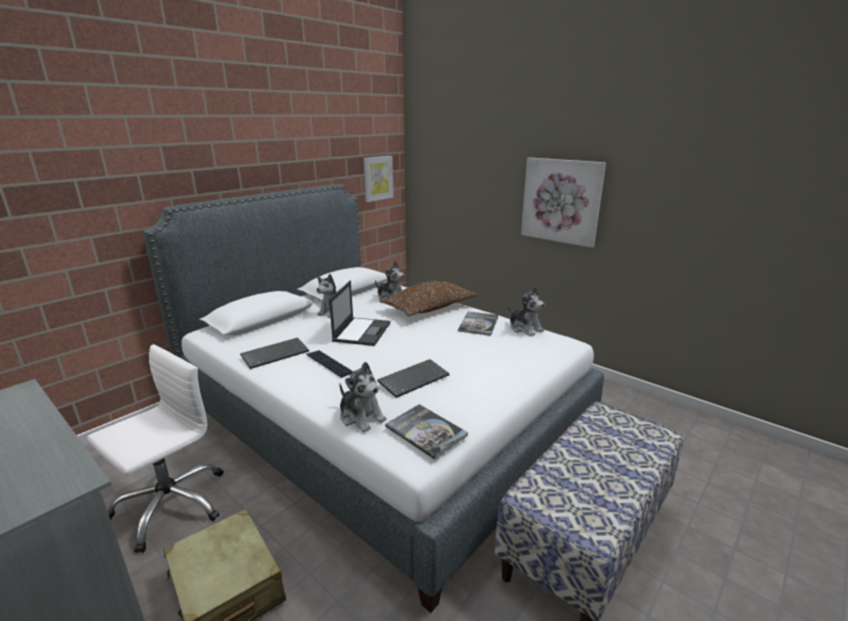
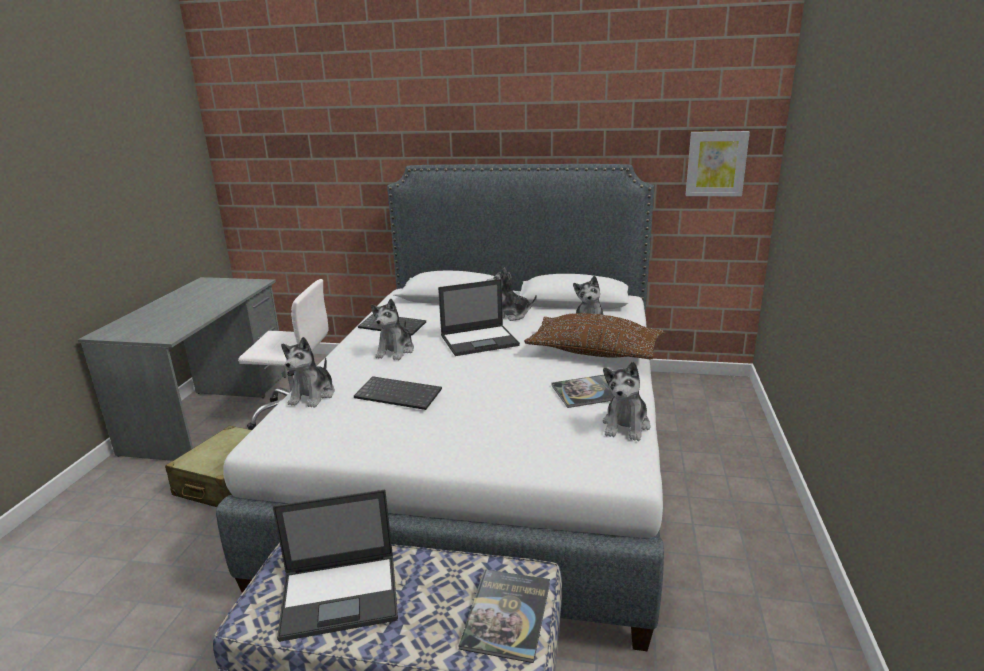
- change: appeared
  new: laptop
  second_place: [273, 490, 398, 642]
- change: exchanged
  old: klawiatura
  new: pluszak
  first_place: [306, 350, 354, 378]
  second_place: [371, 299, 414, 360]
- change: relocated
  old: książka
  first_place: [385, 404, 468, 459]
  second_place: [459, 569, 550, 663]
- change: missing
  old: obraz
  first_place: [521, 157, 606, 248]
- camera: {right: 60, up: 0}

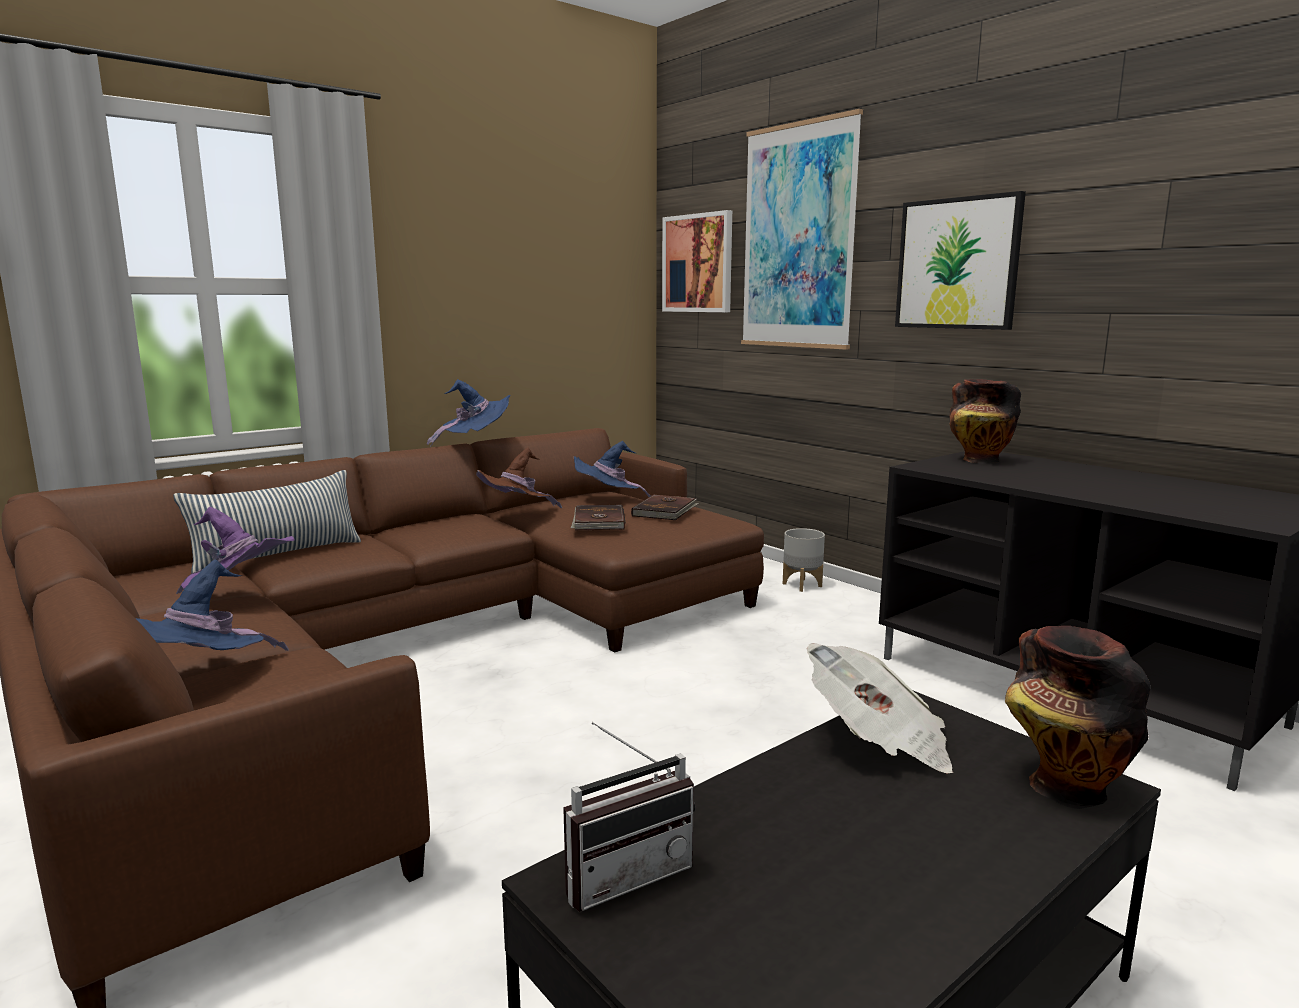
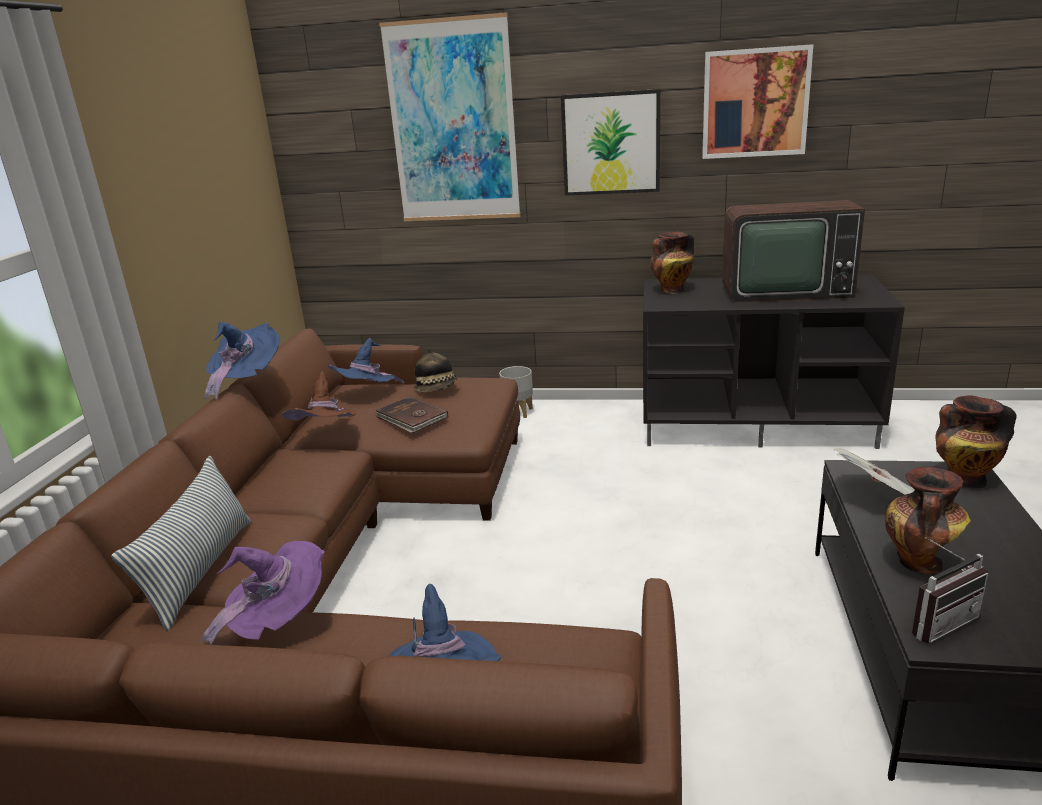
- change: exchanged
  old: książka/brązowy
  new: kapelusz
  first_place: [631, 494, 699, 520]
  second_place: [414, 348, 458, 392]
- change: relocated
  old: obraz
  first_place: [662, 210, 732, 312]
  second_place: [702, 44, 814, 159]
- change: appeared
  new: telewizor
  second_place: [722, 200, 865, 302]
- change: appeared
  new: wazon
  second_place: [885, 466, 971, 575]
- change: spun
  old: radio
  first_place: [563, 722, 695, 912]
  second_place: [912, 537, 988, 643]
  degrees: 45
- camera: {right: -40, up: 10}

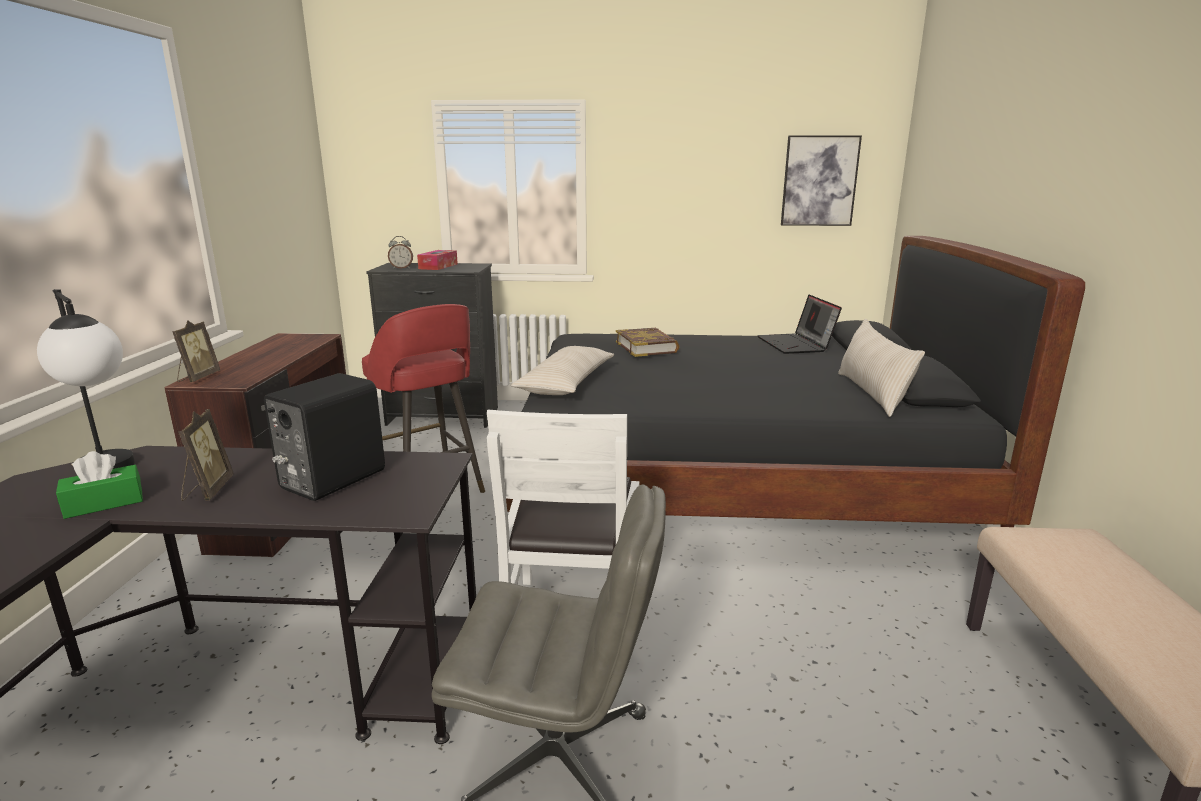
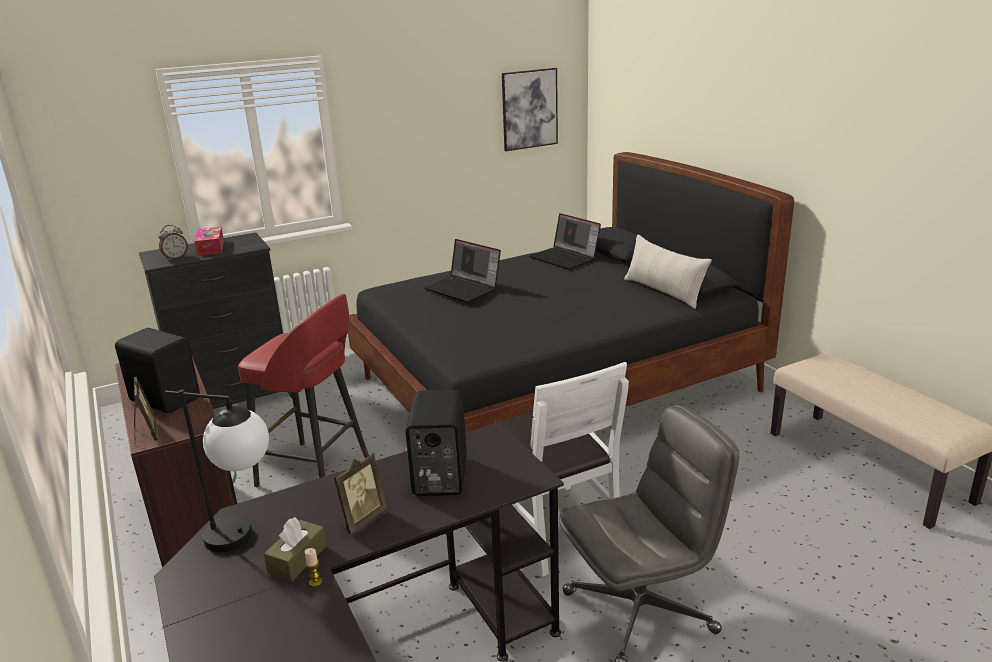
- change: appeared
  new: głośnik/czarny
  second_place: [115, 328, 200, 413]
- change: colour
  old: pudełko chusteczek/zielony
  new: pudełko chusteczek/brązowy
  first_place: [56, 451, 143, 519]
  second_place: [264, 517, 327, 582]
- change: appeared
  new: świeca
  second_place: [305, 548, 322, 587]
- change: spun
  old: ramka na zdjęcie
  first_place: [178, 409, 234, 501]
  second_place: [334, 453, 387, 535]
  degrees: 75
- change: exchanged
  old: książka
  new: laptop
  first_place: [616, 328, 679, 357]
  second_place: [424, 239, 501, 302]
- change: missing
  old: poduszka/beżowy
  first_place: [511, 346, 614, 395]
- camera: {right: -30, up: 5}

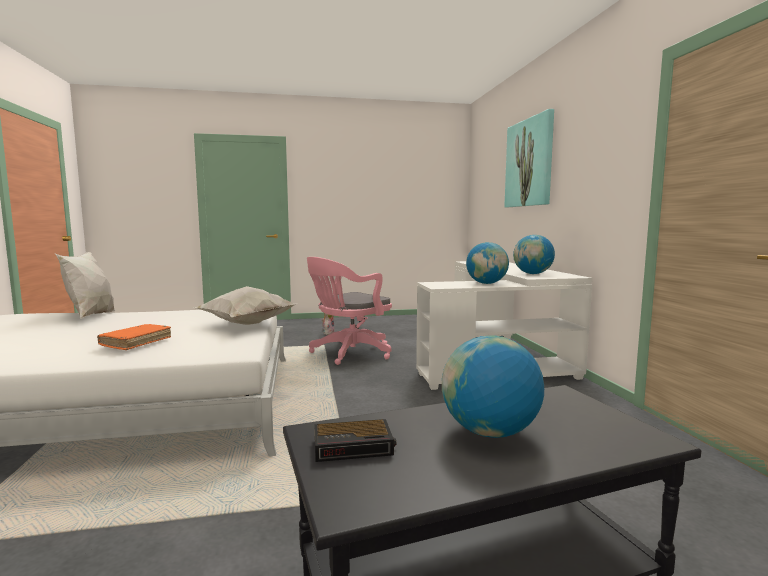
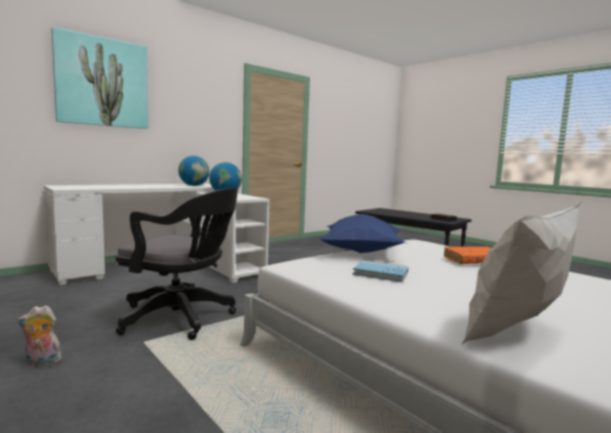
- change: colour
  old: krzesło biurowe/różowy
  new: krzesło biurowe/czarny
  first_place: [307, 257, 392, 365]
  second_place: [115, 188, 238, 340]
- change: colour
  old: poduszka/biały
  new: poduszka/niebieski
  first_place: [195, 286, 296, 325]
  second_place: [319, 214, 406, 253]
- change: appeared
  new: książka/niebieski
  second_place: [353, 260, 409, 282]
- change: missing
  old: globus
  first_place: [442, 335, 544, 438]
- camera: {right: -120, up: 0}

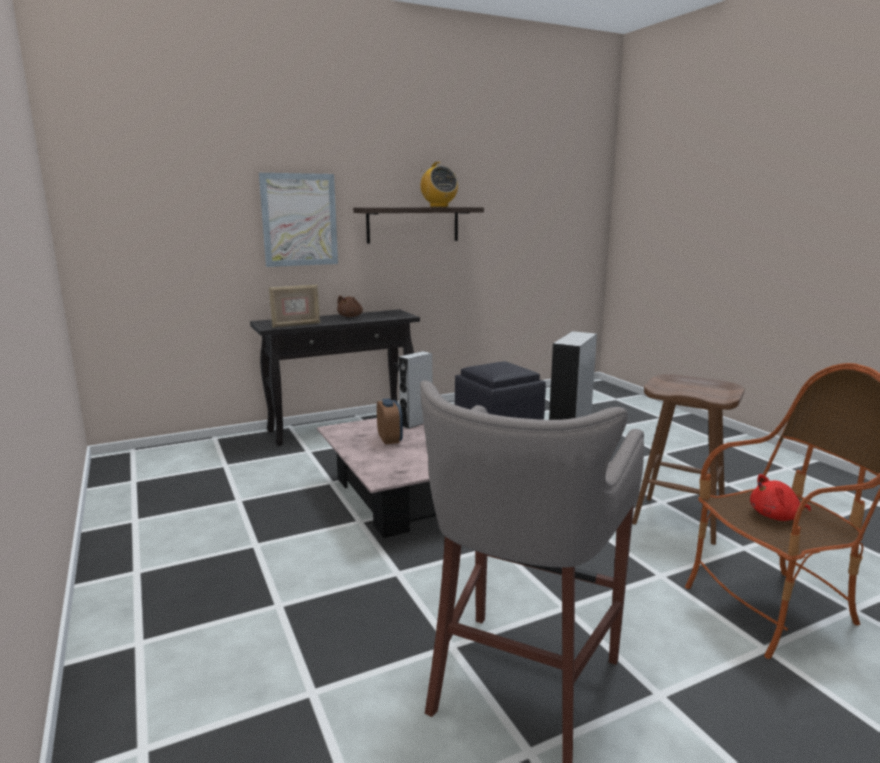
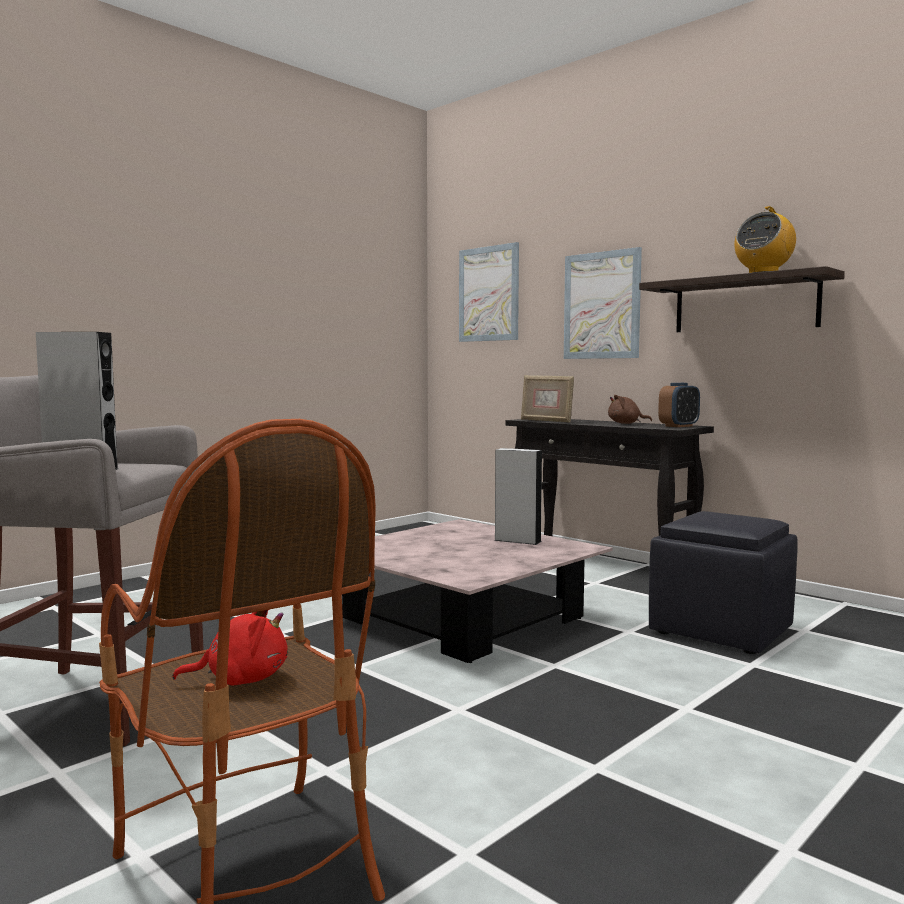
- change: spun
  old: pluszak/czerwony
  first_place: [750, 474, 811, 521]
  second_place: [172, 610, 288, 685]
  degrees: 105
- change: appeared
  new: obraz
  second_place: [459, 242, 519, 342]
- change: relocated
  old: budzik
  first_place: [377, 398, 403, 445]
  second_place: [658, 383, 700, 427]
- change: missing
  old: stołek/brązowy
  first_place: [632, 374, 745, 545]
- camera: {right: 70, up: -10}

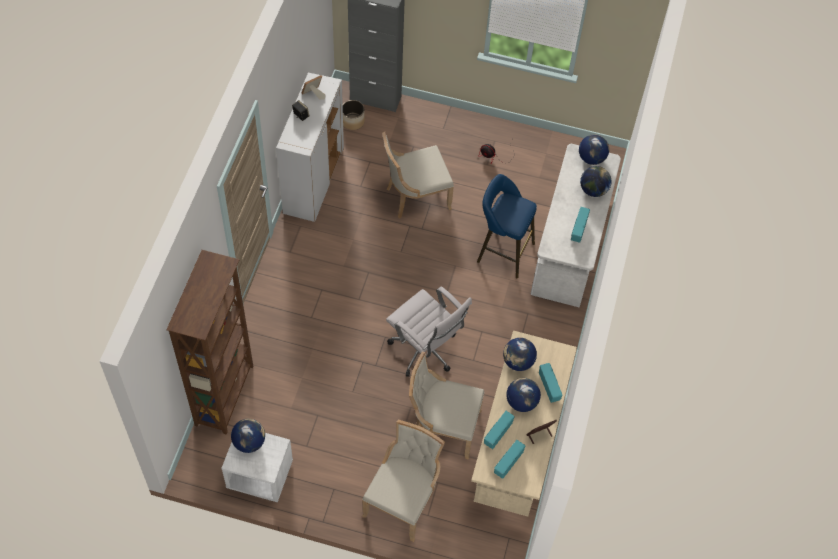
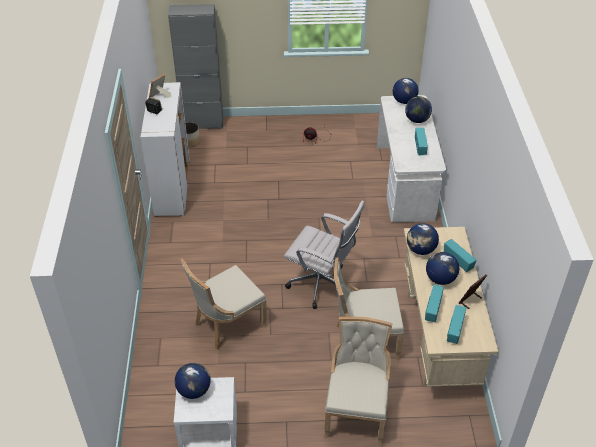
- change: relocated
  old: krzesło/beżowy
  first_place: [383, 132, 454, 218]
  second_place: [180, 258, 268, 350]
- change: missing
  old: regał/brązowy
  first_place: [166, 250, 253, 435]
- change: missing
  old: stołek/niebieski
  first_place: [477, 174, 537, 278]
- camera: {right: -15, up: -15}

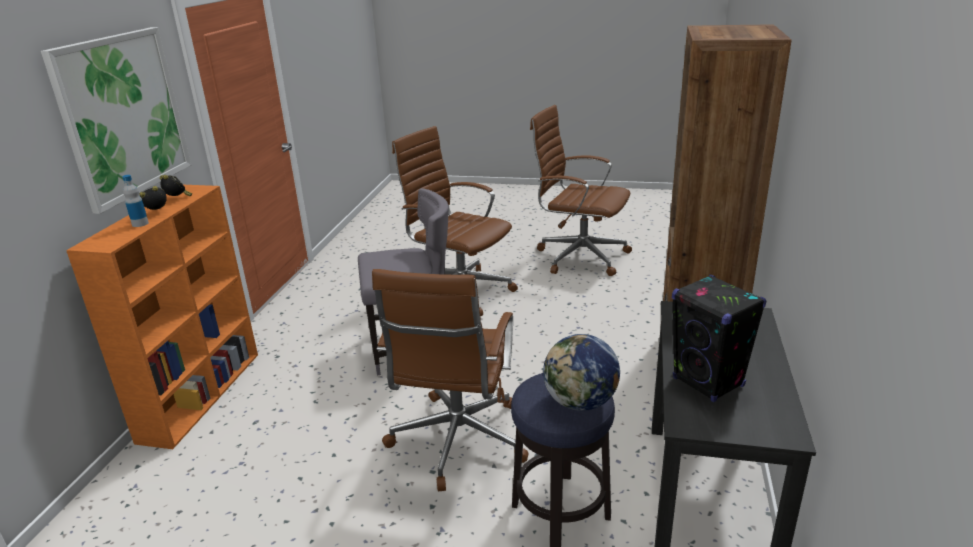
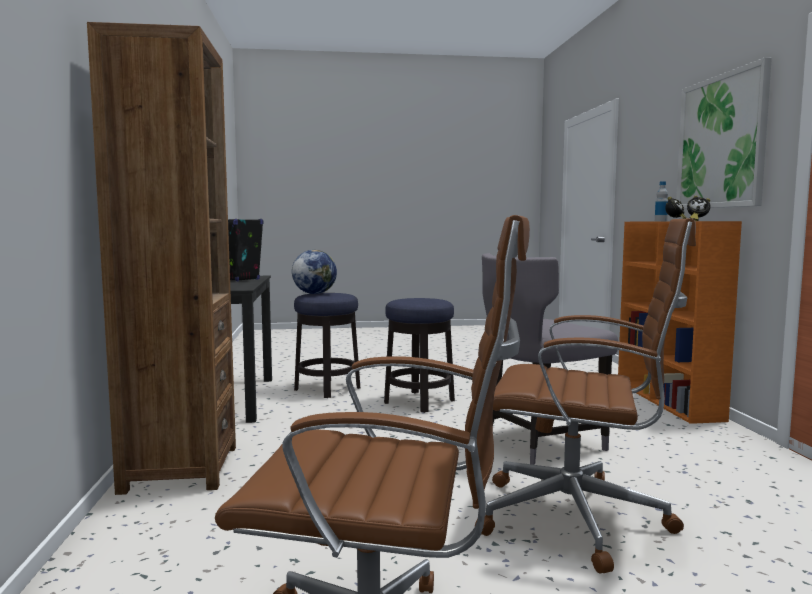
- change: exchanged
  old: krzesło biurowe/brązowy
  new: stołek
  first_place: [372, 269, 529, 491]
  second_place: [384, 298, 455, 413]
- camera: {right: 160, up: -20}

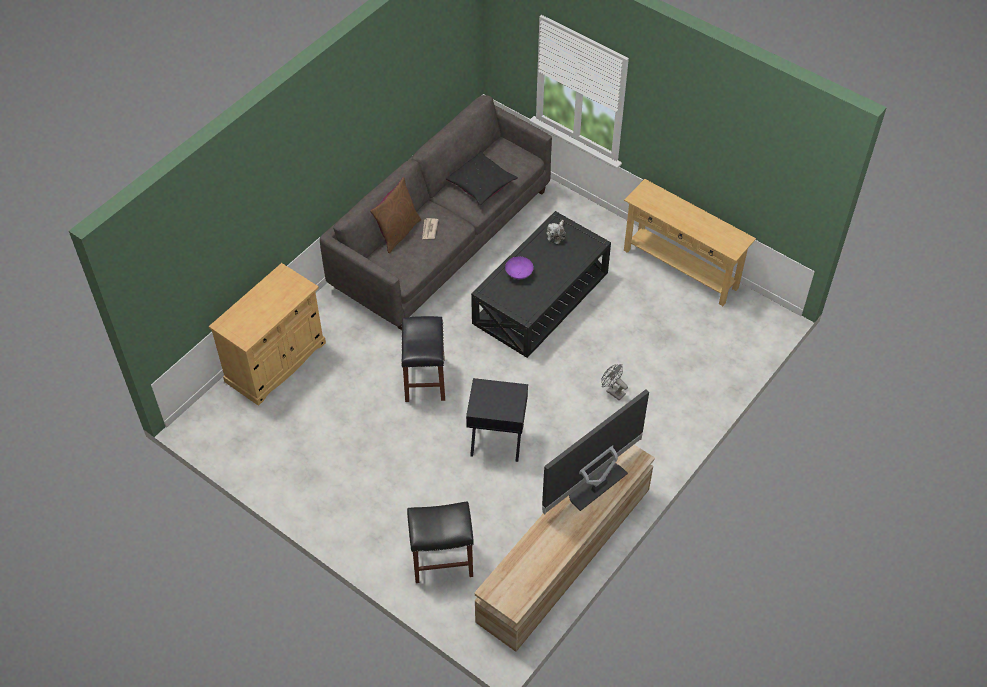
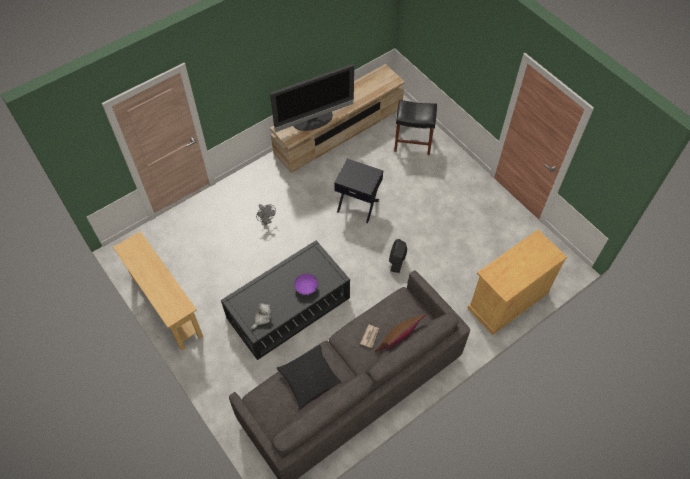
- change: exchanged
  old: stołek/czarny
  new: wentylator/czarny
  first_place: [402, 316, 445, 402]
  second_place: [389, 239, 407, 273]
- camera: {right: -165, up: 5}

